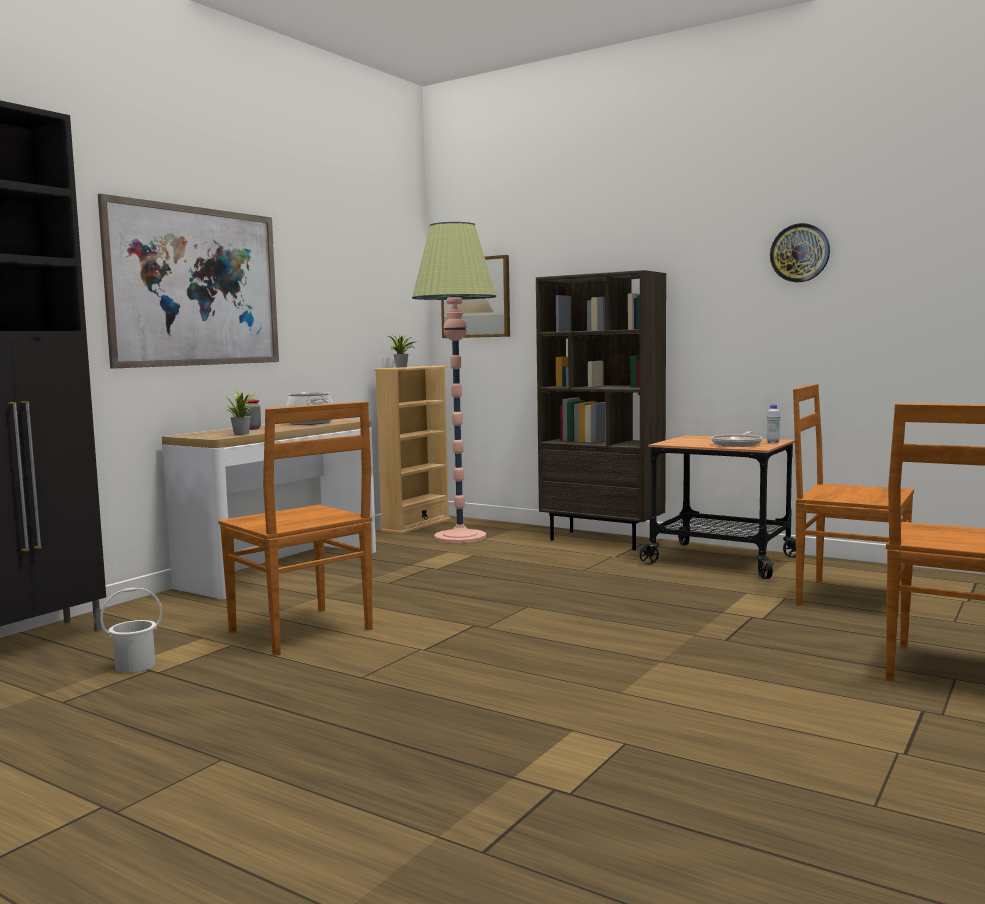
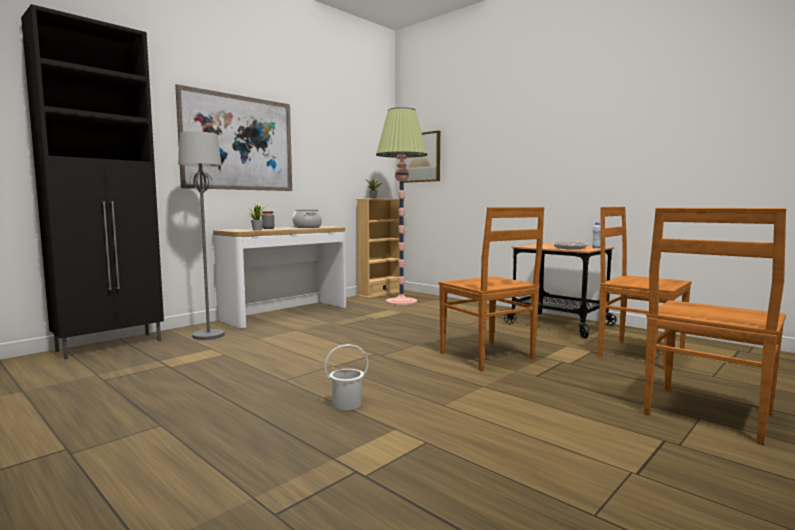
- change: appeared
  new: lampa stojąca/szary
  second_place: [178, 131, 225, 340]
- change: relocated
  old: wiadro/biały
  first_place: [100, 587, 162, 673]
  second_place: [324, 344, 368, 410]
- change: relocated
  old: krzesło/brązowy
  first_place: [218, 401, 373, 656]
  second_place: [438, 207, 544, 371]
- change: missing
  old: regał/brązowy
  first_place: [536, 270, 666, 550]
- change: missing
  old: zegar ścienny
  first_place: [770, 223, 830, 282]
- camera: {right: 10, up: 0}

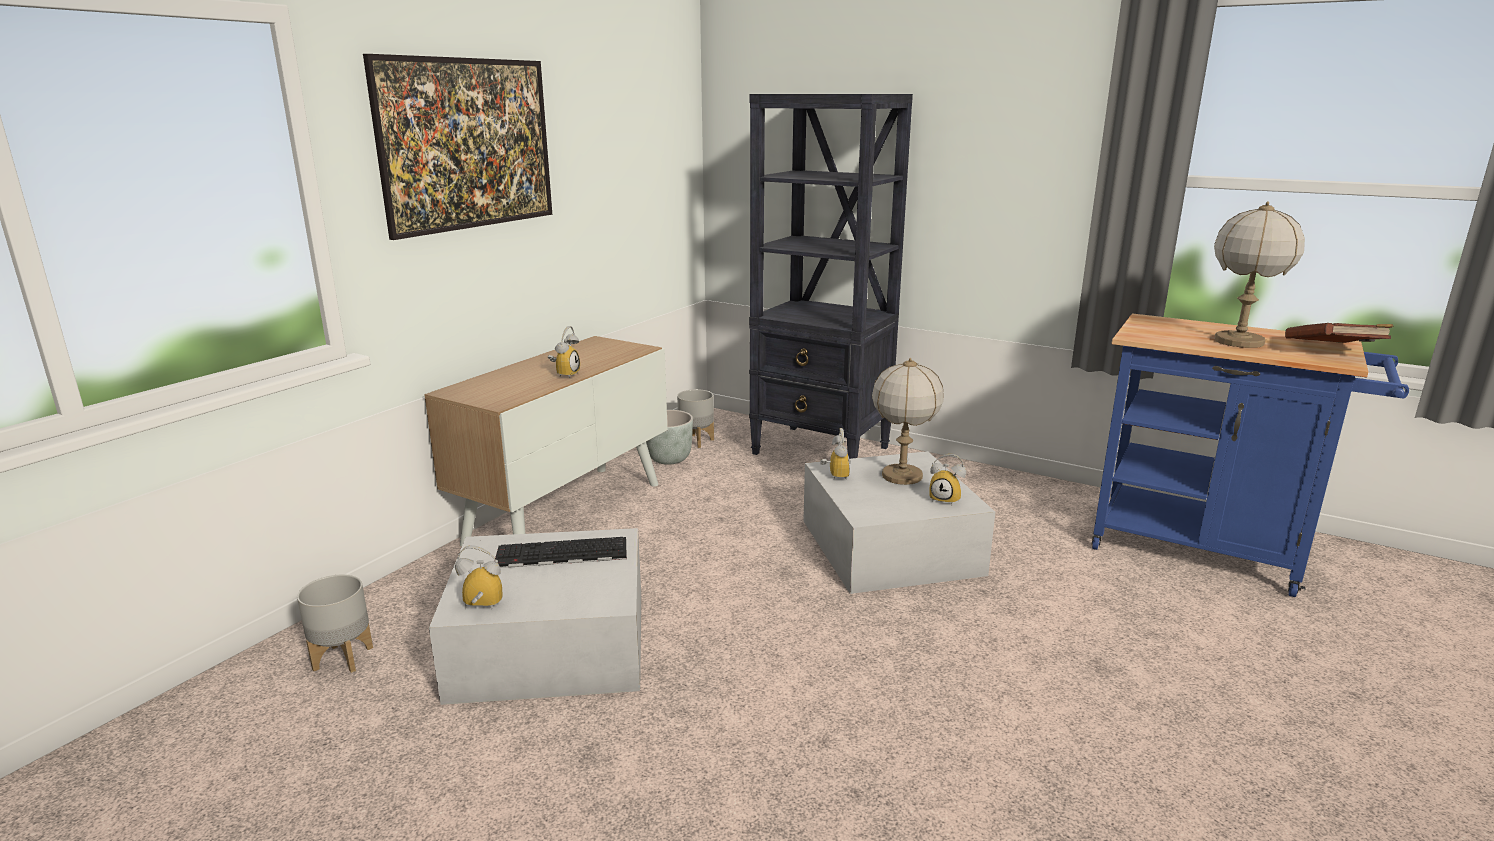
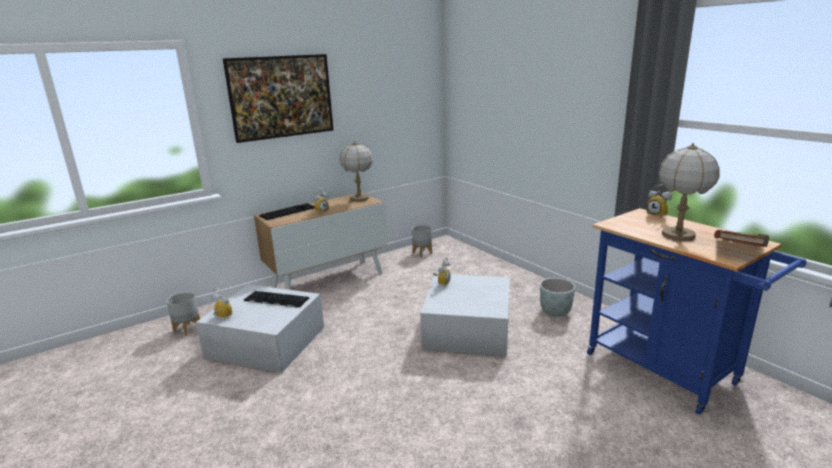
- change: appeared
  new: klawiatura
  second_place: [260, 203, 315, 220]
- change: relocated
  old: lampa stołowa
  first_place: [872, 358, 944, 485]
  second_place: [340, 141, 373, 202]
- change: relocated
  old: donica/szary
  first_place: [646, 410, 693, 465]
  second_place: [540, 278, 575, 317]
- change: relocated
  old: budzik
  first_place: [929, 454, 966, 505]
  second_place: [646, 184, 672, 218]
- change: missing
  old: regał/czarny
  first_place: [749, 94, 913, 459]
- camera: {right: 25, up: 0}

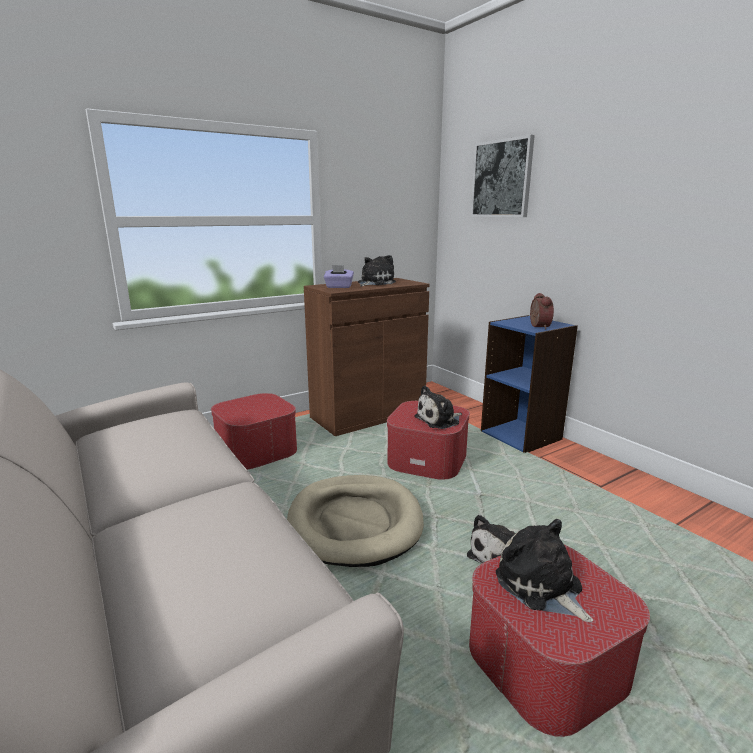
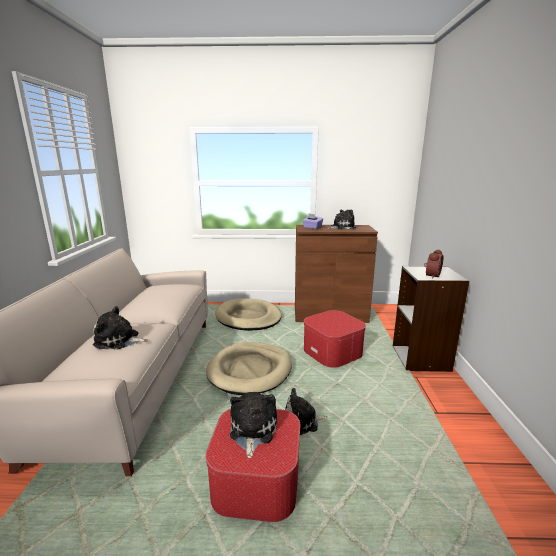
- change: relocated
  old: pluszak
  first_place: [414, 385, 462, 429]
  second_place: [93, 306, 148, 349]
- change: exchanged
  old: pufa
  new: legowisko/beżowy
  first_place: [211, 393, 297, 469]
  second_place: [215, 299, 282, 331]
- change: colour
  old: regał/niebieski
  new: regał/szary
  first_place: [481, 315, 578, 453]
  second_place: [393, 266, 470, 372]
- change: missing
  old: obraz
  first_place: [471, 135, 535, 217]
- camera: {right: 35, up: 0}

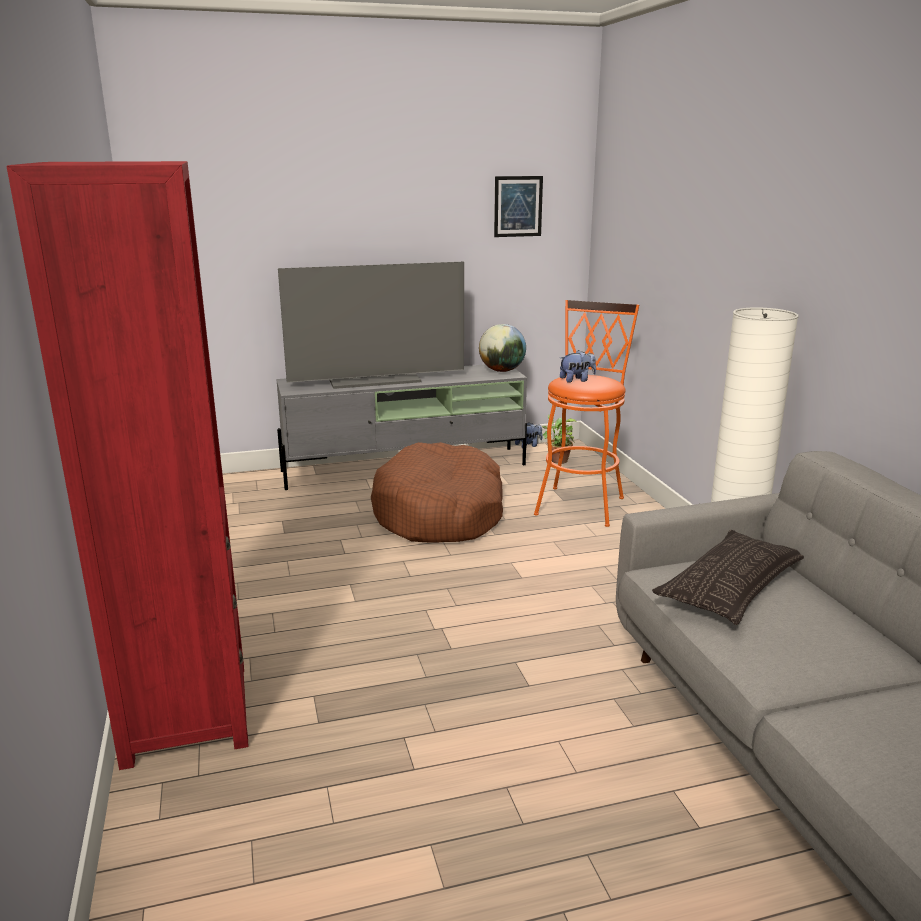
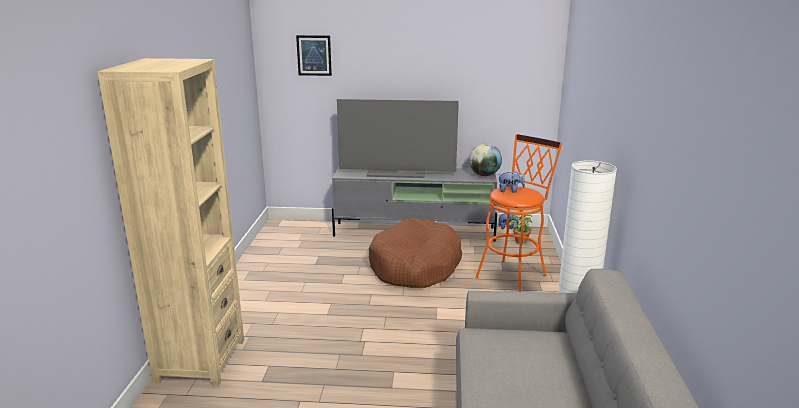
- change: colour
  old: regał/czerwony
  new: regał/beżowy
  first_place: [7, 161, 249, 770]
  second_place: [98, 58, 244, 386]
- change: relocated
  old: obraz
  first_place: [494, 176, 543, 237]
  second_place: [296, 35, 332, 76]
- change: missing
  old: poduszka
  first_place: [652, 530, 804, 625]
- camera: {right: 20, up: 0}

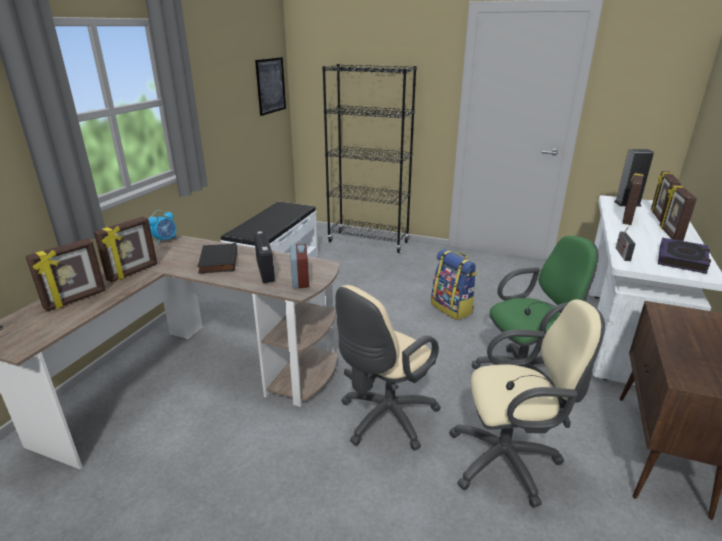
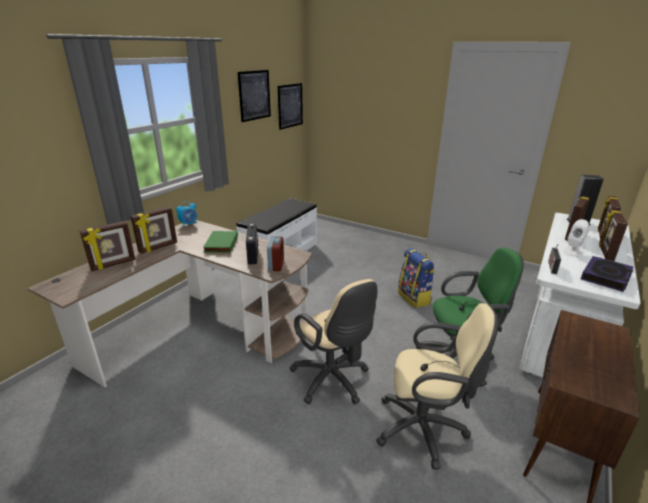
- change: colour
  old: książka/czarny
  new: książka/zielony
  first_place: [197, 243, 237, 274]
  second_place: [203, 231, 238, 253]
- change: appeared
  new: obraz
  second_place: [238, 70, 271, 122]
- change: spun
  old: krzesło biurowe/beżowy
  first_place: [335, 285, 441, 451]
  second_place: [289, 279, 377, 404]
  degrees: -90
- change: appeared
  new: głośnik/biały
  second_place: [564, 219, 590, 257]
- change: missing
  old: regał/czarny
  first_place: [322, 64, 417, 253]
- camera: {right: 10, up: 0}

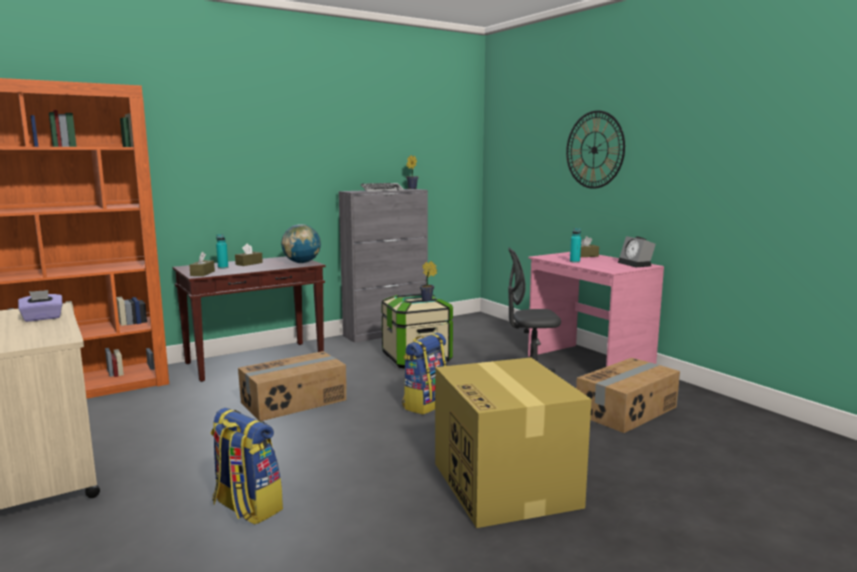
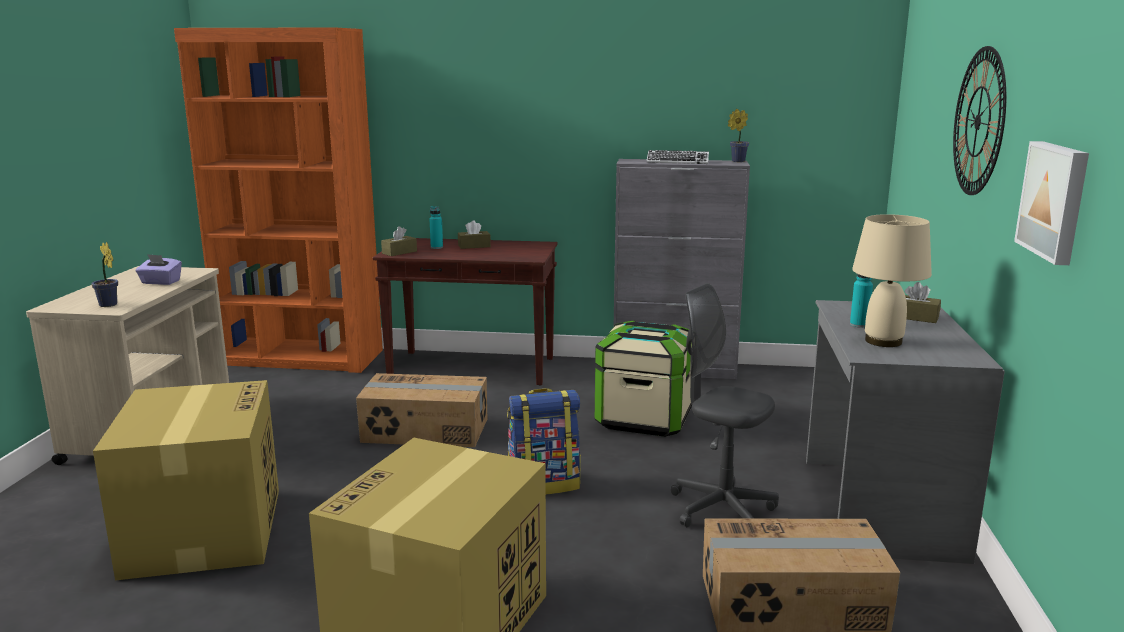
- change: relocated
  old: roślina doniczkowa
  first_place: [420, 261, 437, 301]
  second_place: [91, 242, 118, 307]
- change: exchanged
  old: plecak
  new: karton
  first_place: [211, 408, 283, 525]
  second_place: [93, 380, 279, 580]
- change: colour
  old: biurko/różowy
  new: biurko/szary
  first_place: [528, 252, 664, 367]
  second_place: [806, 300, 1005, 564]
- change: appeared
  new: lampa stołowa/beżowy
  second_place: [852, 214, 932, 347]
- change: appeared
  new: obraz
  second_place: [1014, 141, 1089, 265]
- change: missing
  old: globus
  first_place: [281, 224, 321, 263]
- change: missing
  old: budzik
  first_place: [618, 236, 656, 267]
- camera: {right: 40, up: 5}

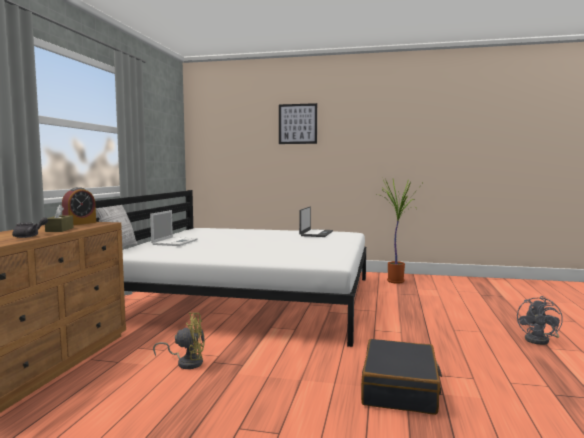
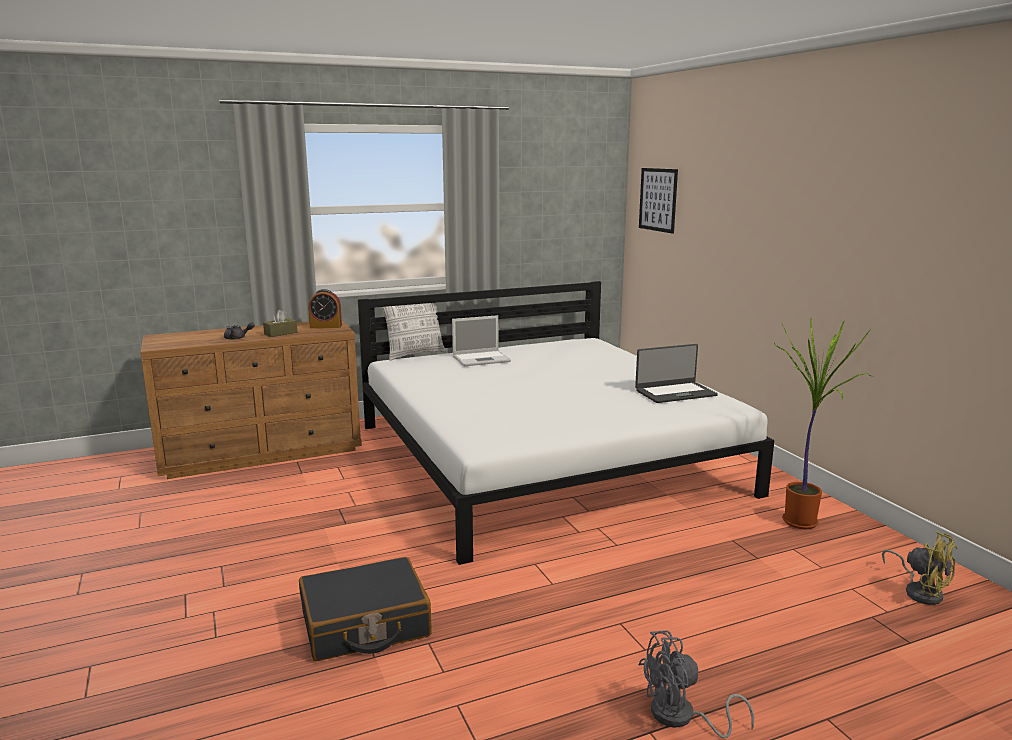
- change: relocated
  old: obraz
  first_place: [279, 103, 317, 144]
  second_place: [639, 168, 678, 234]
- change: relocated
  old: wentylator/żółty
  first_place: [153, 312, 205, 369]
  second_place: [882, 531, 958, 605]
- camera: {right: 55, up: 10}

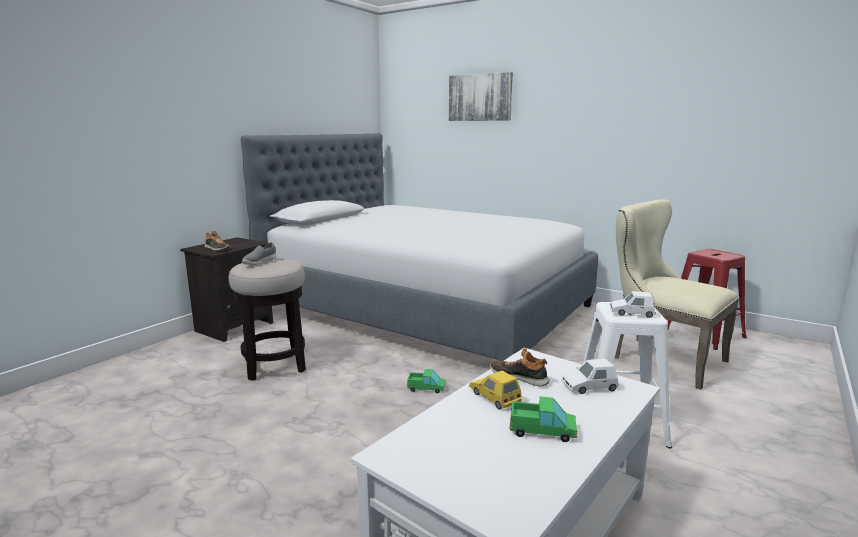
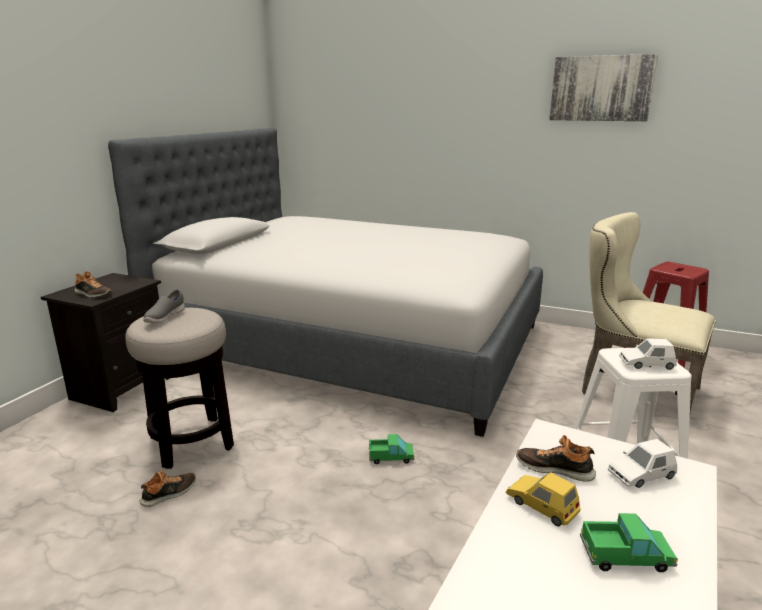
- change: appeared
  new: but
  second_place: [139, 470, 196, 507]
- change: relocated
  old: obraz
  first_place: [449, 72, 513, 121]
  second_place: [549, 54, 658, 121]
- camera: {right: -10, up: 5}

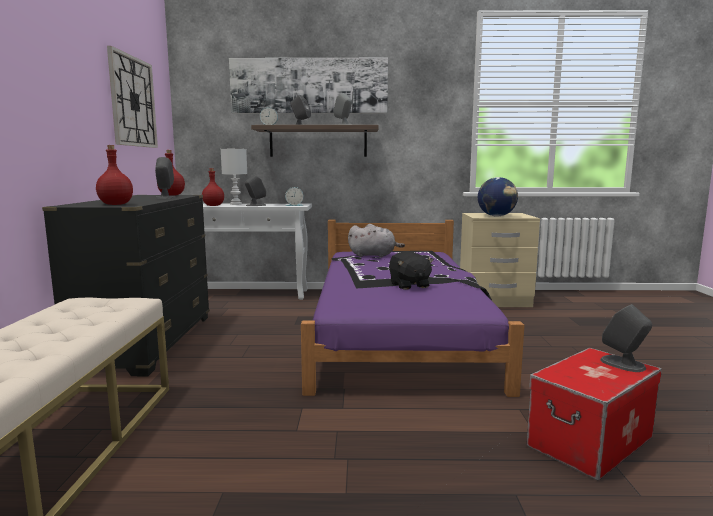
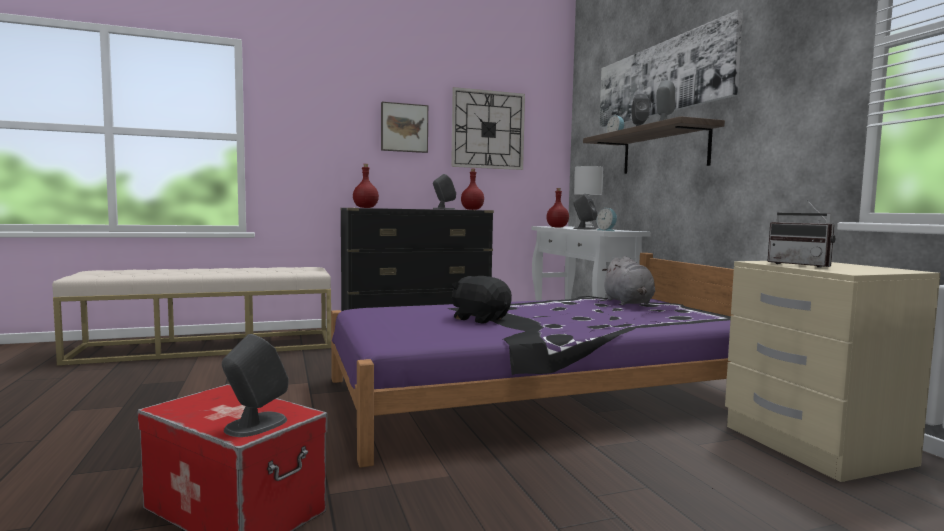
- change: appeared
  new: obraz
  second_place: [381, 102, 428, 153]
- change: spun
  old: pluszak/czarny
  first_place: [389, 251, 434, 290]
  second_place: [451, 276, 512, 324]
  degrees: 75
- change: exchanged
  old: globus
  new: radio
  first_place: [478, 177, 518, 217]
  second_place: [767, 199, 835, 268]
- camera: {right: 70, up: -5}

